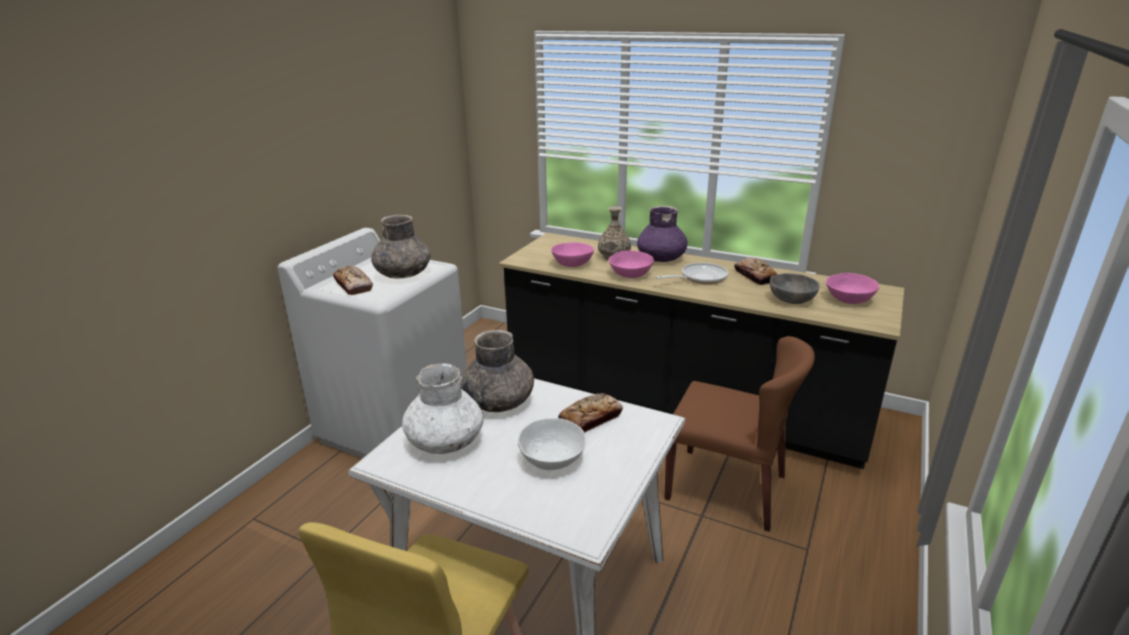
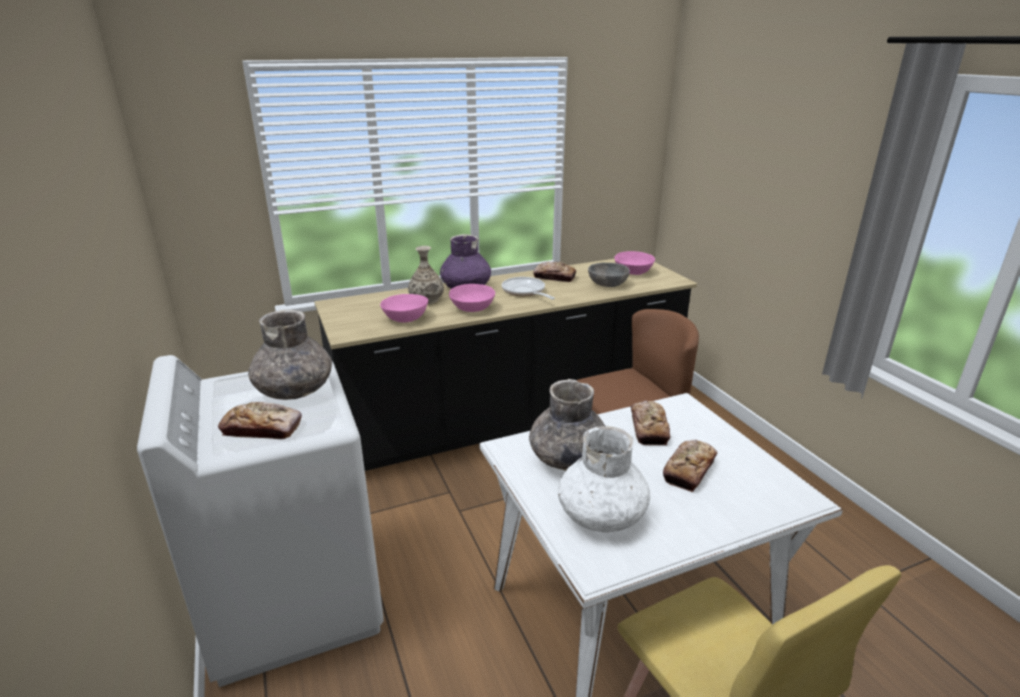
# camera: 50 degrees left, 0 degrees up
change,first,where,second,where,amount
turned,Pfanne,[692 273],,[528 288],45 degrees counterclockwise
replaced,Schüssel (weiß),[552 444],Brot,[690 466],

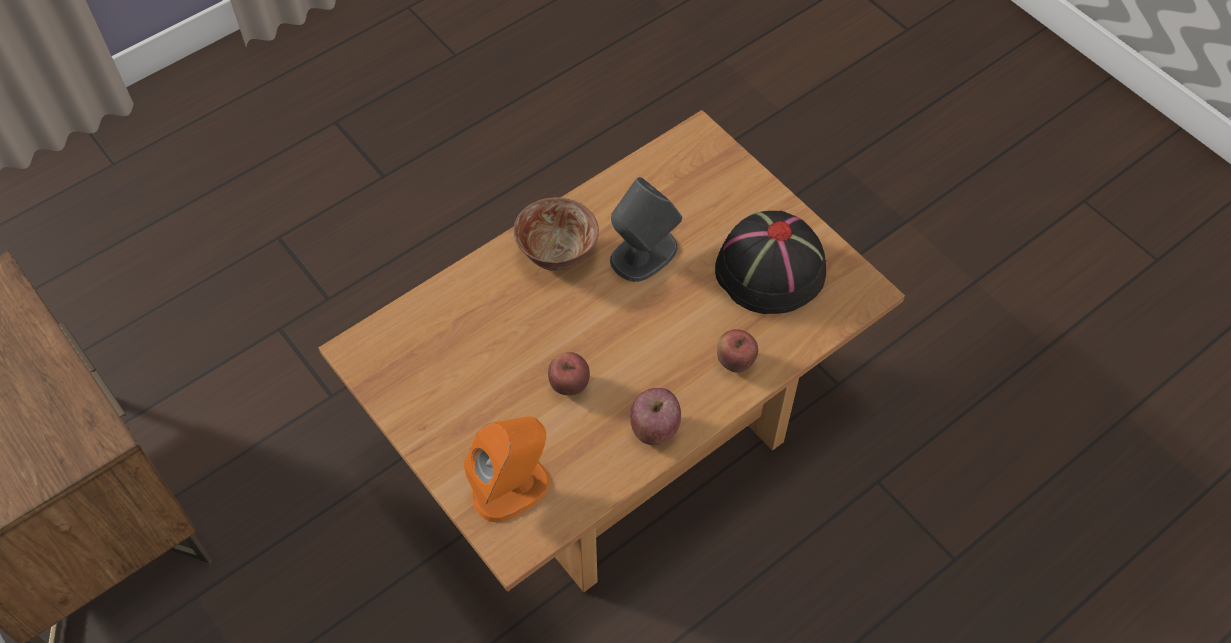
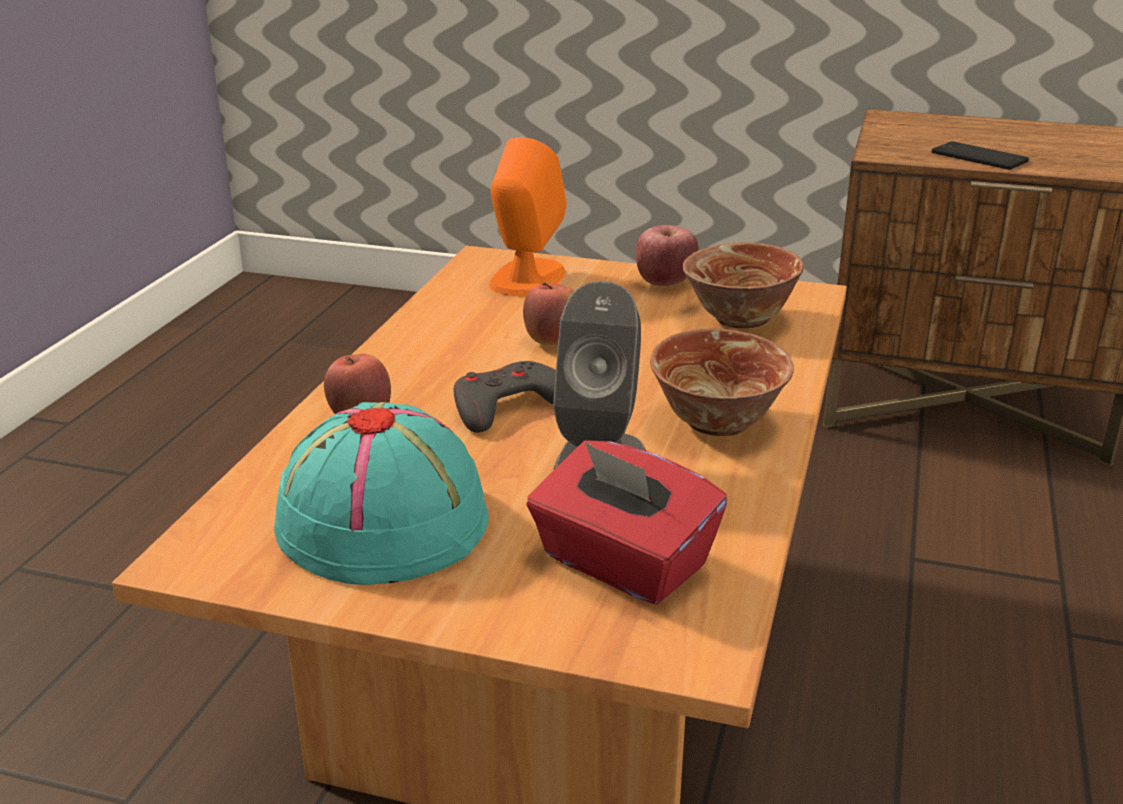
# camera: 145 degrees right, 30 degrees down
change,first,where,second,where,amount
recoloured,Hut (schwarz),[770 262],Hut (türkis),[381 493],
moved,Apfel,[655 417],,[667 255],
added,,,Handy,[980 155],
added,,,Schüssel,[743 285],
added,,,Gamepad (grau),[504 397],
added,,,Taschentuchbox (rot),[626 522],

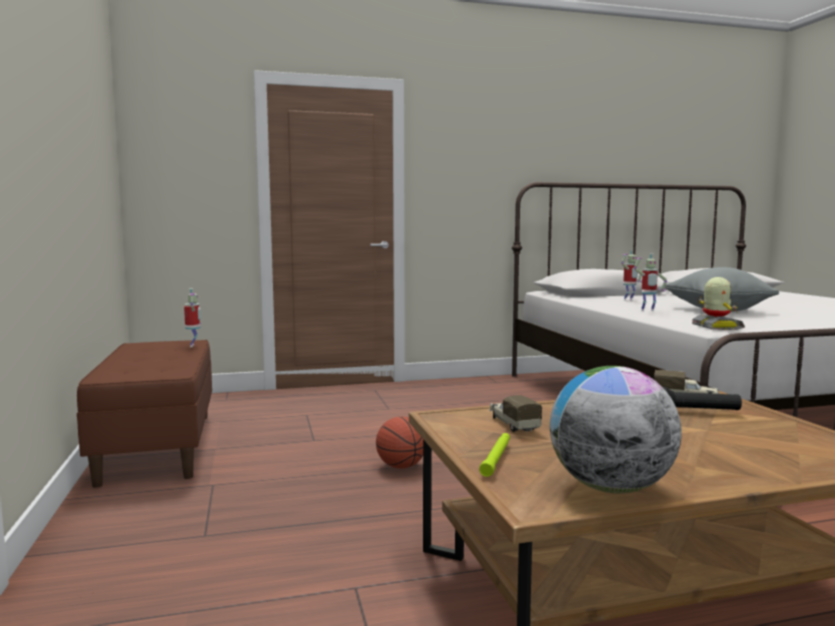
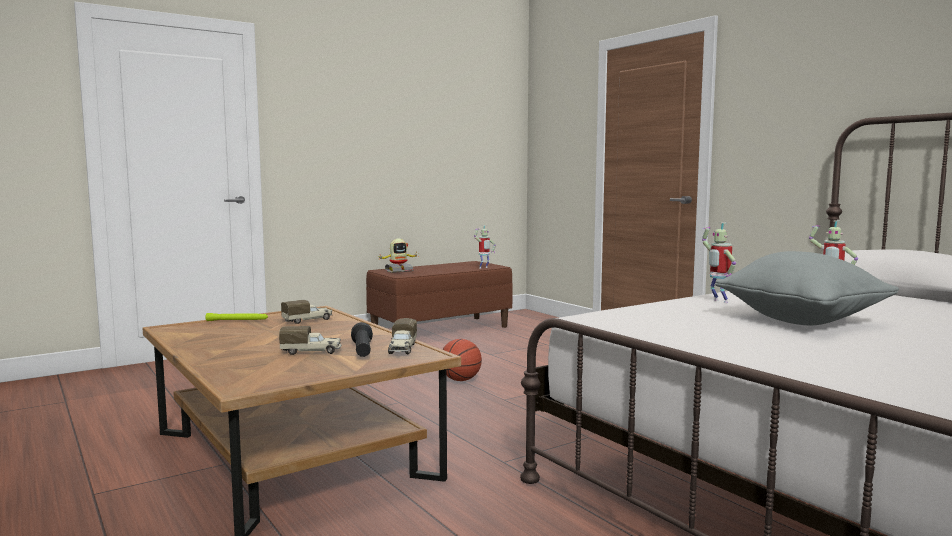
# camera: 70 degrees right, 0 degrees up
change,first,where,second,where,amount
moved,Spielzeugroboter,[718 303],,[398 256],
removed,Globus,[616 430],,,
added,,,Spielzeuglaster,[310 340],

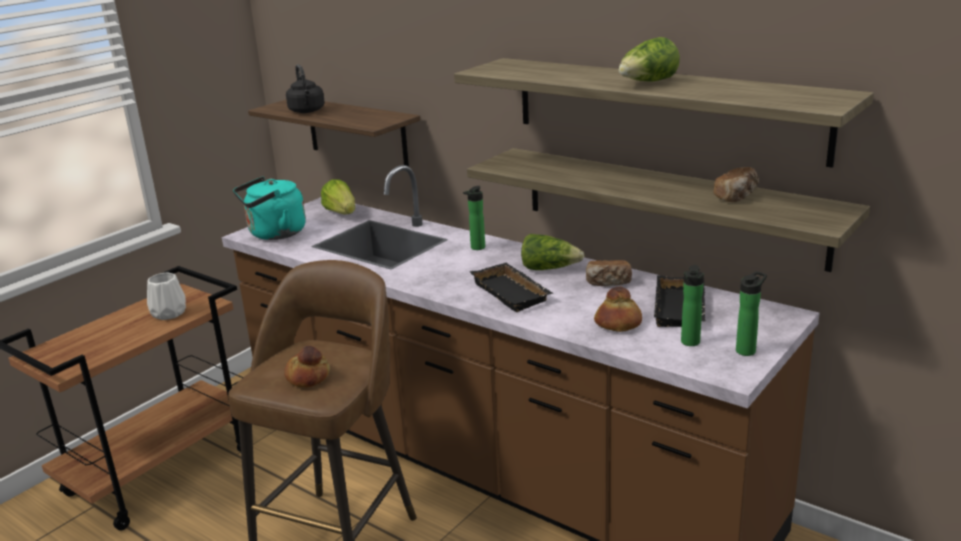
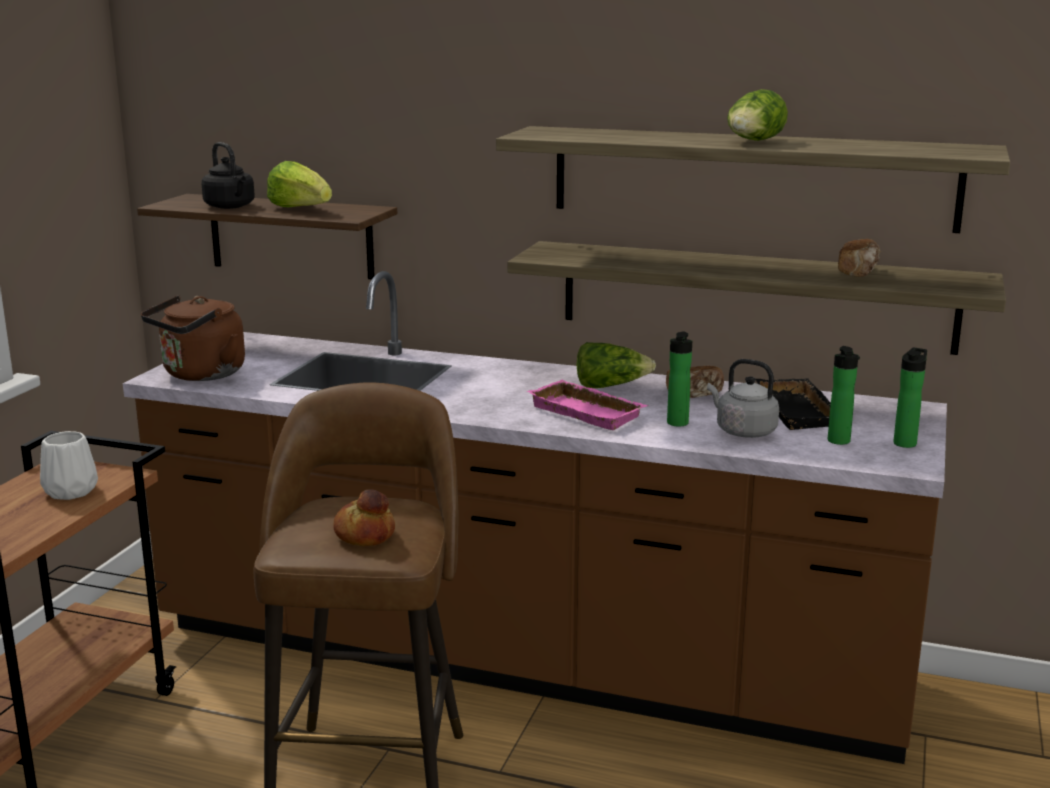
# camera: 20 degrees left, 5 degrees down
change,first,where,second,where,amount
recoloured,Wasserkessel (türkis),[269 208],Wasserkessel (braun),[193 338],
moved,Salatkopf,[338 196],,[299 184],
moved,Flasche,[474 218],,[679 379],
recoloured,Tablett (schwarz),[512 287],Tablett (rosa),[587 405],
replaced,Brot,[618 309],Wasserkessel (grau),[743 398],

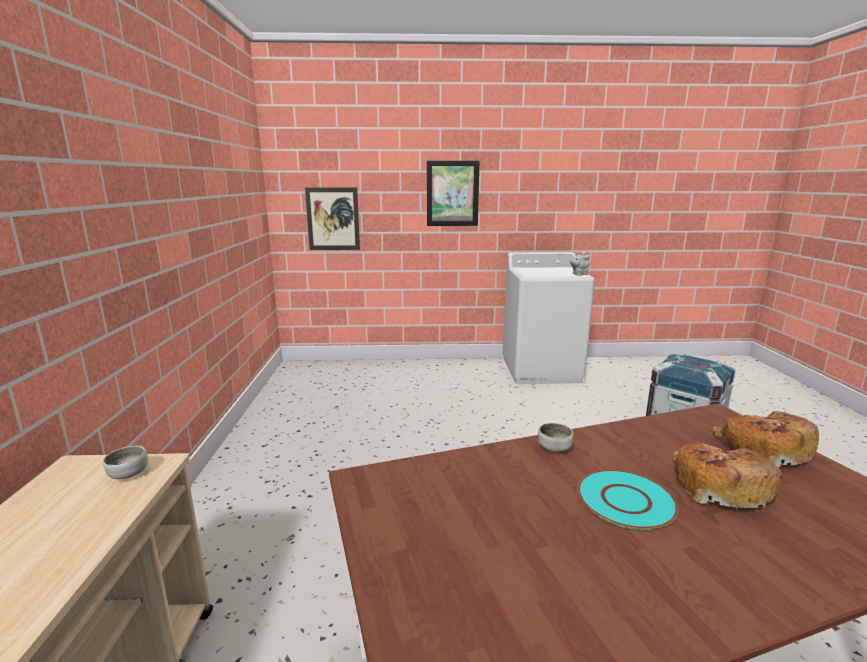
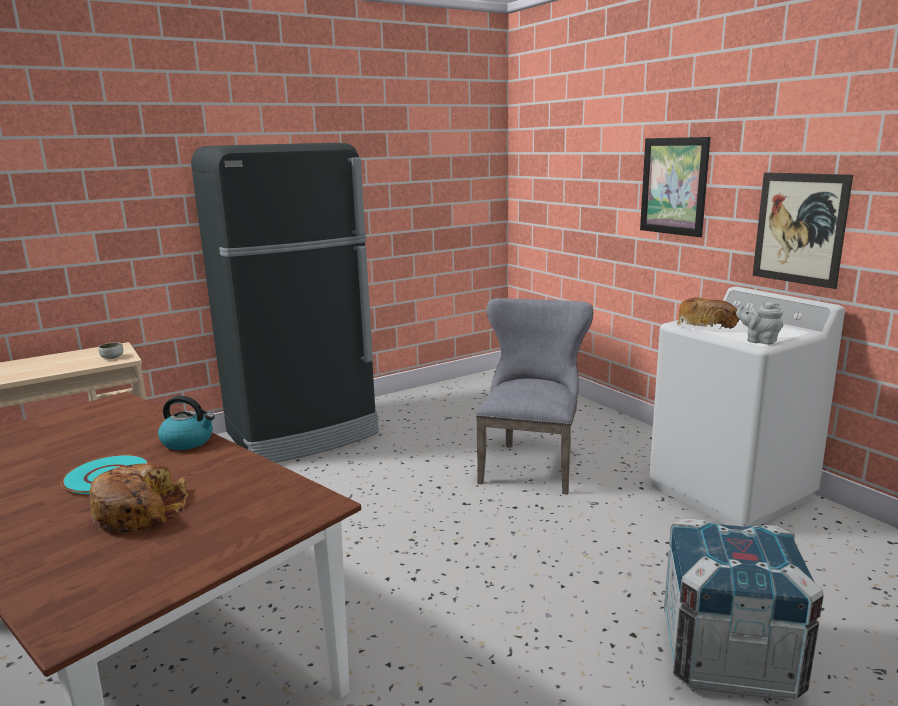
# camera: 60 degrees right, 0 degrees up
change,first,where,second,where,amount
moved,Bild,[332 218],,[803 230],
moved,Brot,[766 439],,[708 313],
replaced,Schüssel,[556 437],Wasserkessel,[186 423],
added,,,Kühlschrank (schwarz),[285 303],
added,,,Stuhl (grau),[534 396],

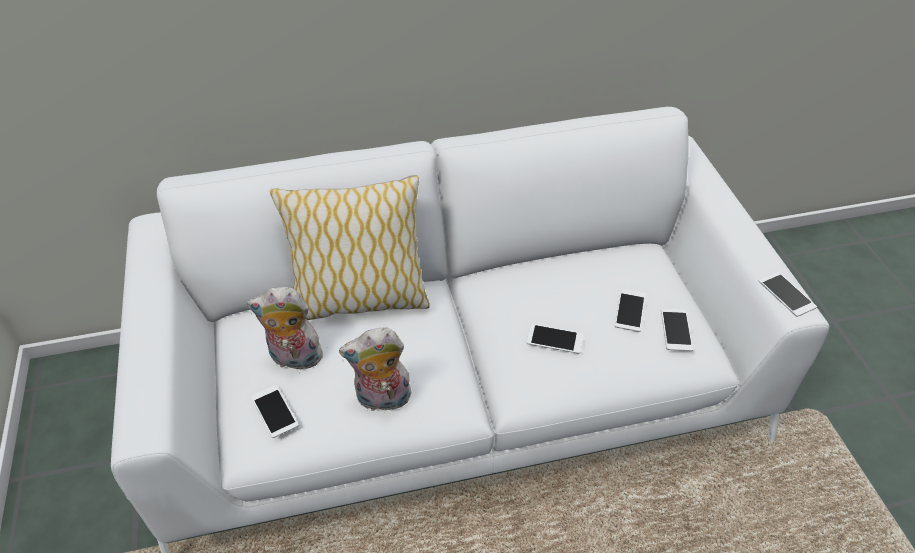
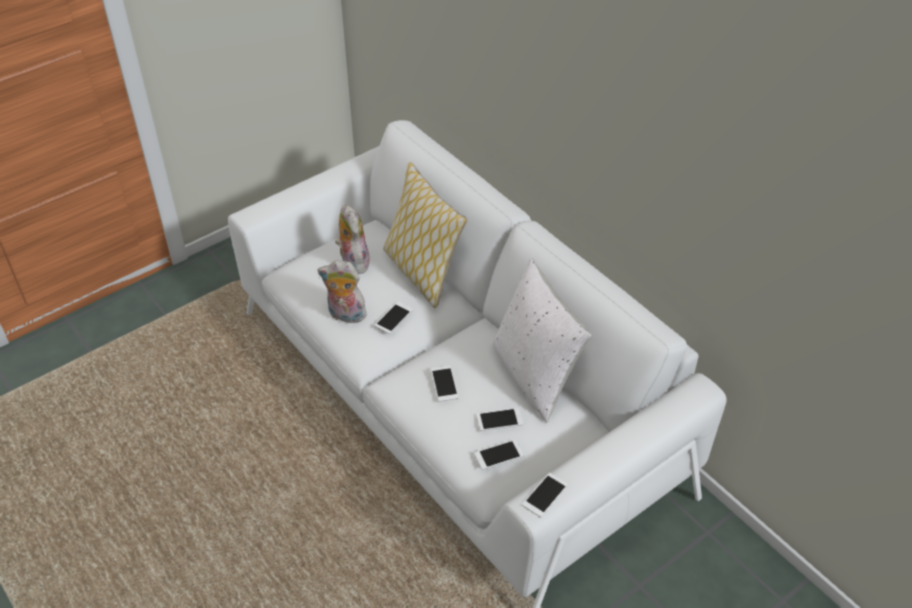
# camera: 65 degrees right, 0 degrees up
change,first,where,second,where,amount
turned,Plüschtier,[375 370],,[342 293],45 degrees counterclockwise
moved,Handy,[275 411],,[394 318],
added,,,Kissen (weiß),[542 340],

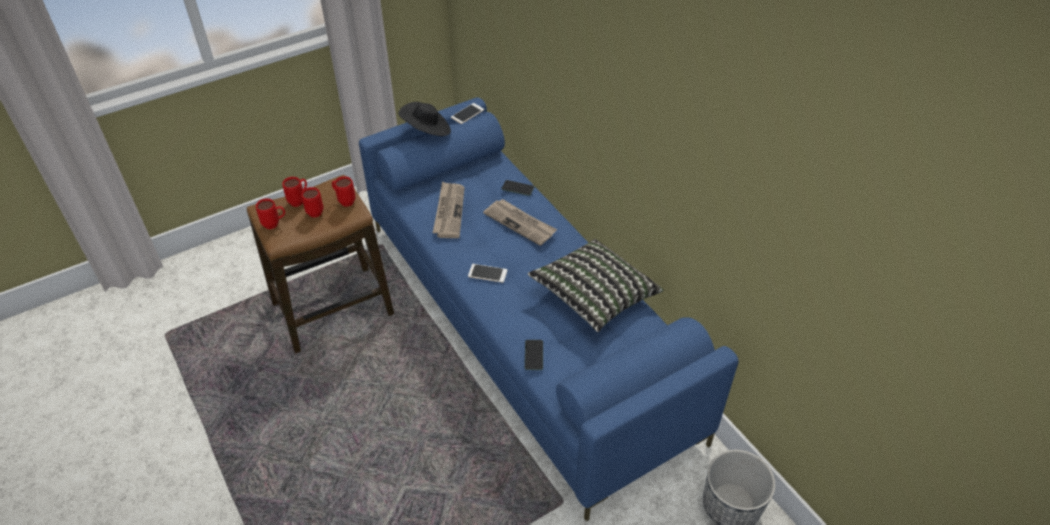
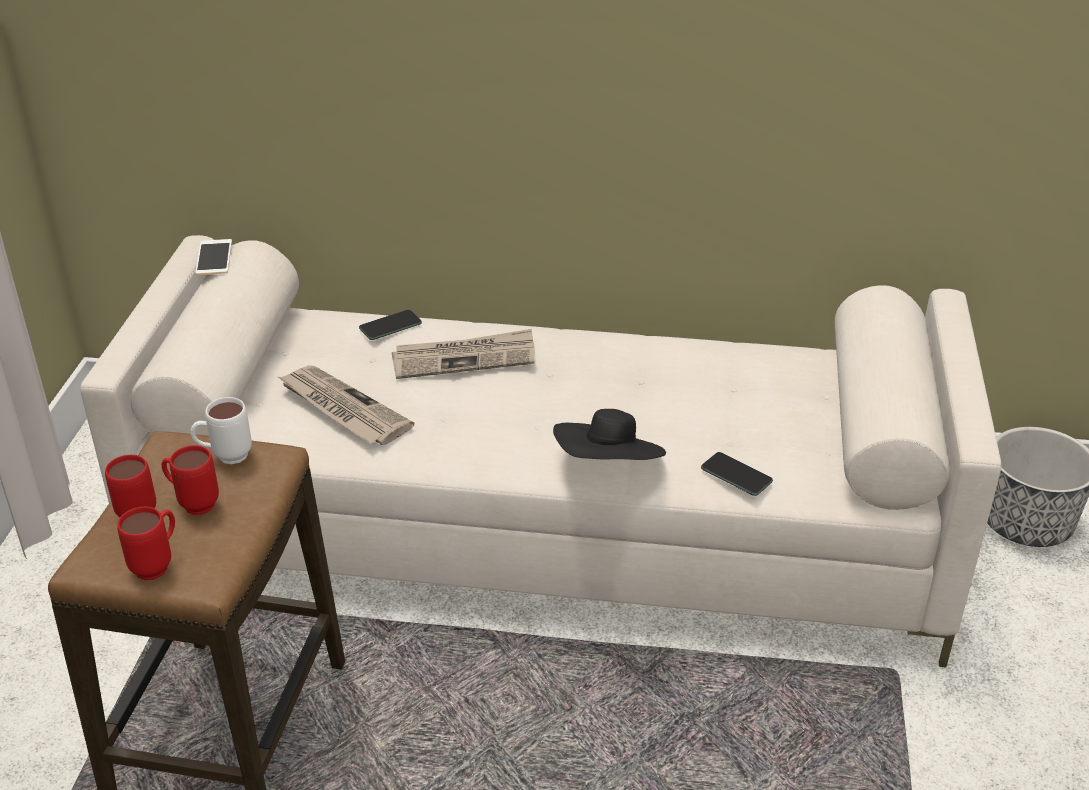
# camera: 50 degrees left, 10 degrees down
change,first,where,second,where,amount
recoloured,Sofa (blau),[549 309],Sofa (beige),[540 451],
moved,Hut (schwarz),[424 119],,[609 434],
recoloured,Henkelbecher (rot),[344 191],Henkelbecher (weiß),[221 430],
removed,Kissen,[595 285],,,
removed,Handy,[487 273],,,

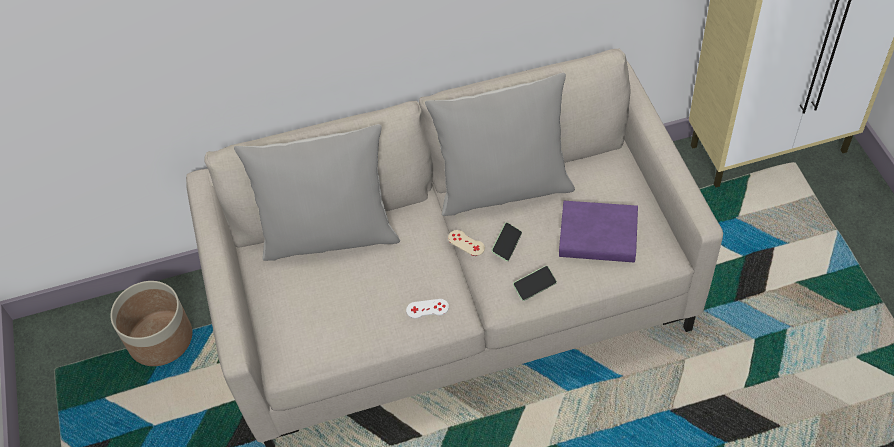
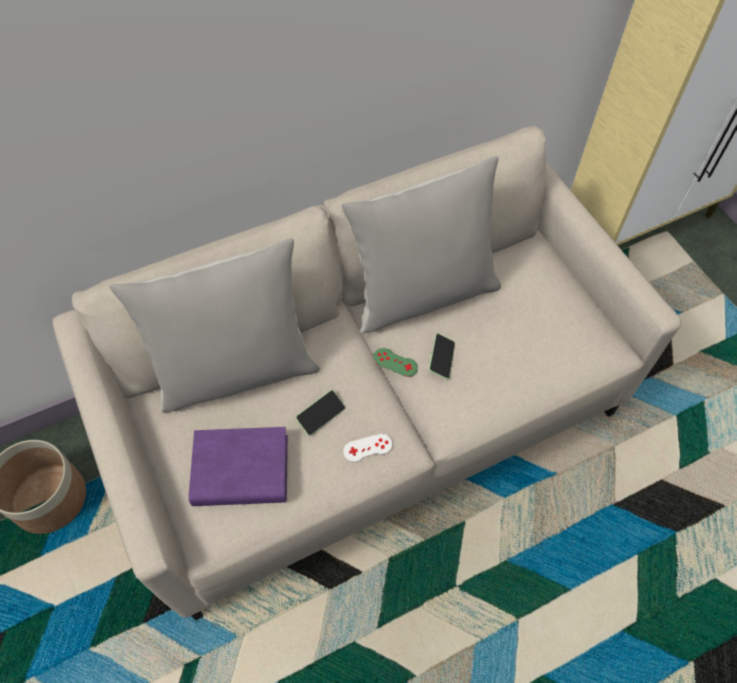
# camera: 15 degrees left, 5 degrees up
change,first,where,second,where,amount
moved,Buch (lila),[598 231],,[238 466],
recoloured,Gamepad (beige),[466 243],Gamepad (grün),[395 362],
moved,Handy,[535 283],,[320 413],

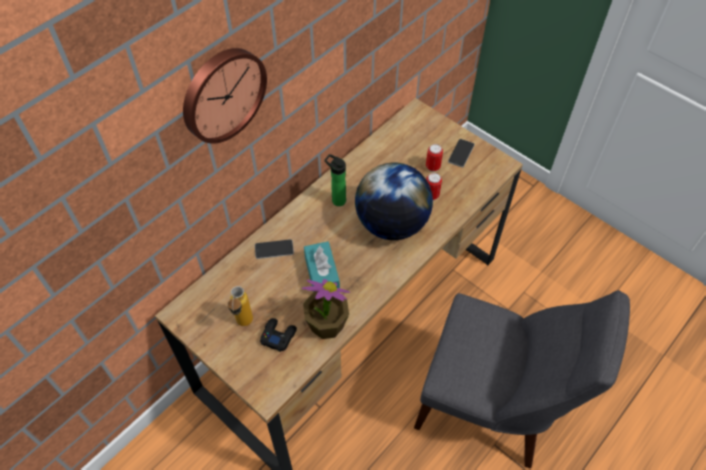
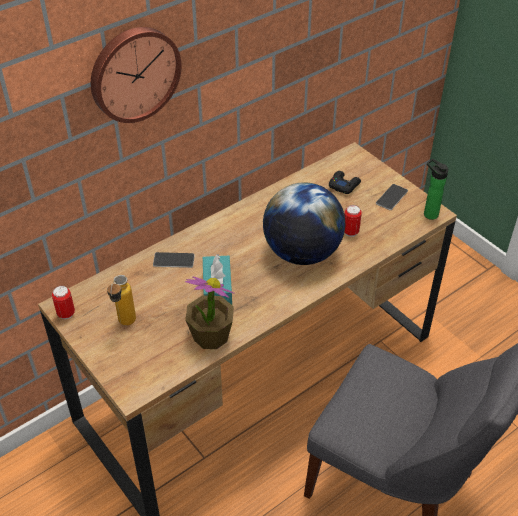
# camera: 10 degrees right, 10 degrees down
change,first,where,second,where,amount
moved,Dose,[434 158],,[63 302],
moved,Flasche,[335 180],,[436 189],
moved,Gamepad (schwarz),[278 335],,[345 182],

